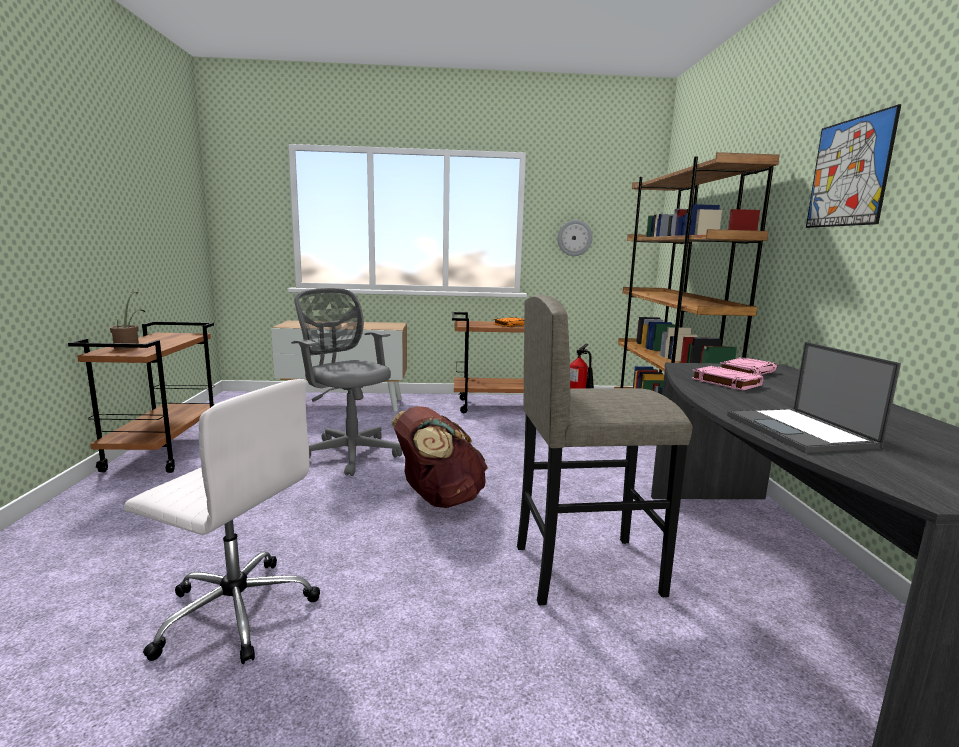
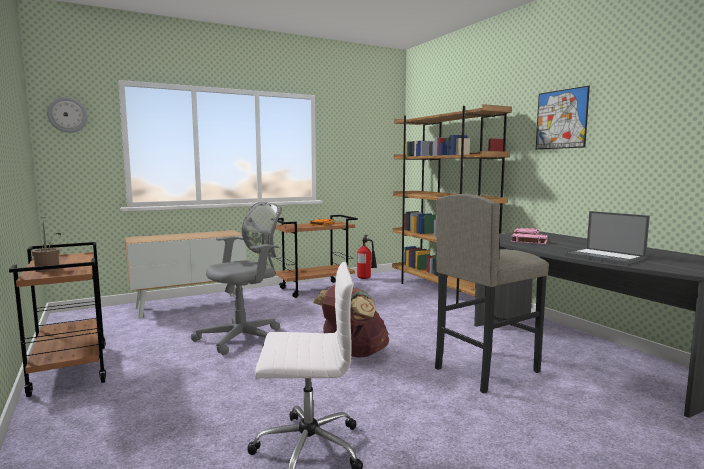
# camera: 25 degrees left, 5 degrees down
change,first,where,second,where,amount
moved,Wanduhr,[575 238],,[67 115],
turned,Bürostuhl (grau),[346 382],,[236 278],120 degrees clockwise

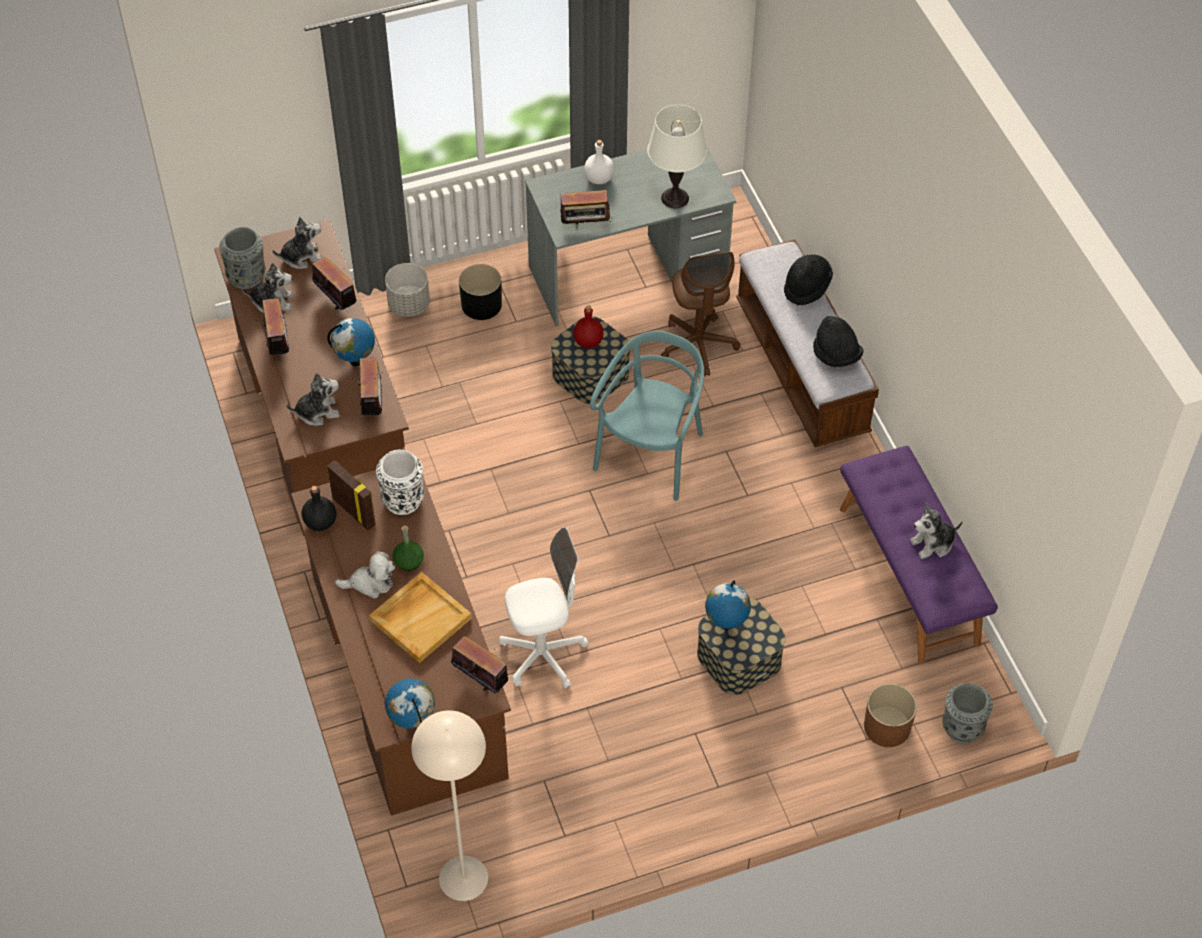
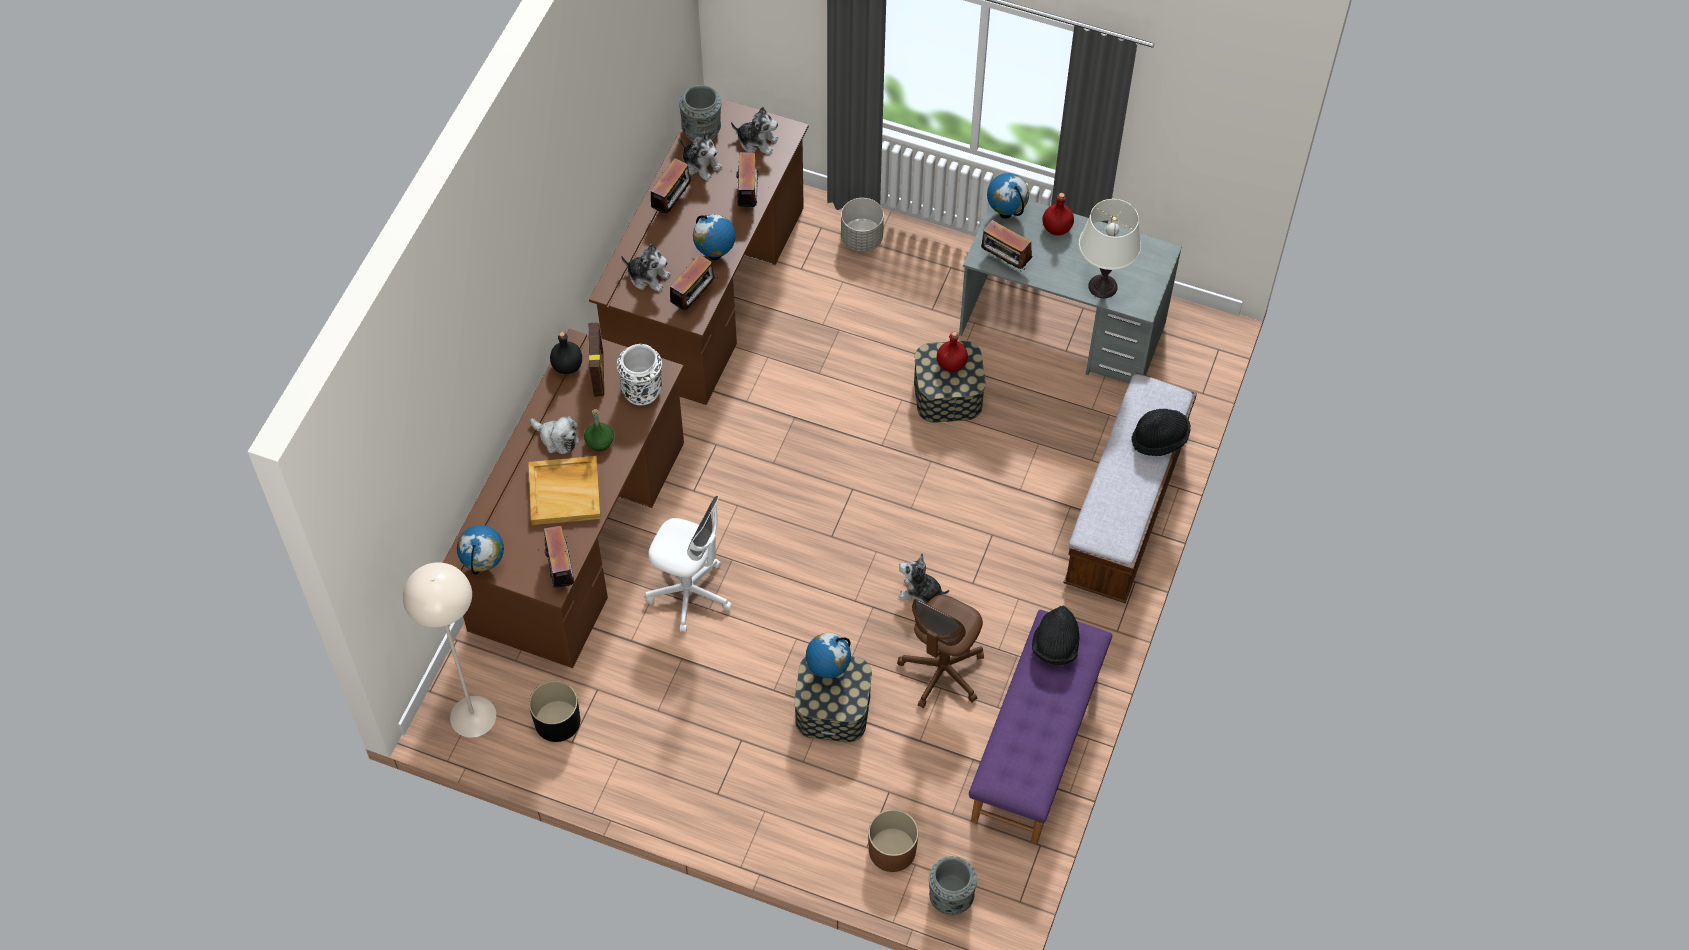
# camera: 40 degrees right, 5 degrees up
change,first,where,second,where,amount
recoloured,Flasche (weiß),[599 162],Flasche (rot),[1058 214],
moved,Bürostuhl (braun),[700 314],,[940 651],
moved,Pflanzkübel (schwarz),[480 292],,[554 711],
moved,Hut (schwarz),[838 341],,[1056 635],
removed,Stuhl (türkis),[647 416],,,
moved,Plüschtier,[936 531],,[924 578],
added,,,Globus,[1008 196],

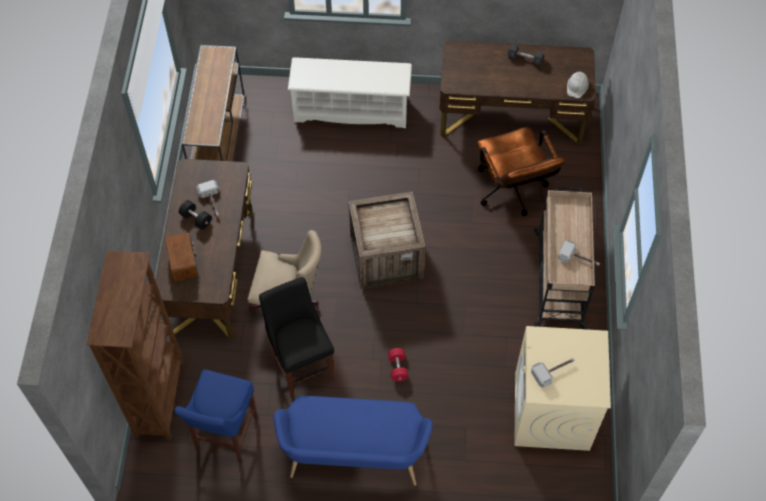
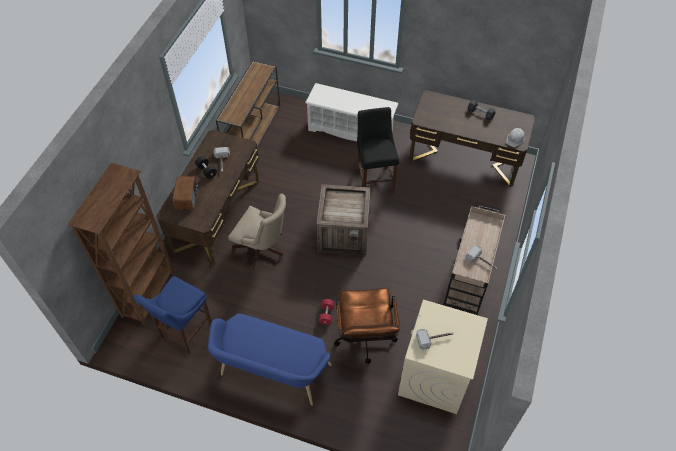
# camera: 15 degrees right, 5 degrees down
change,first,where,second,where,amount
moved,Bürostuhl (braun),[521 171],,[367 326],
moved,Hocker (schwarz),[296 338],,[378 150],

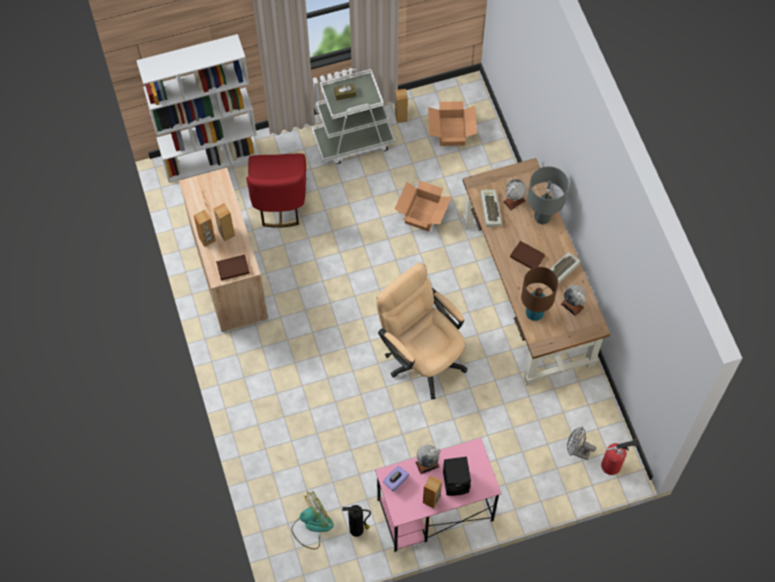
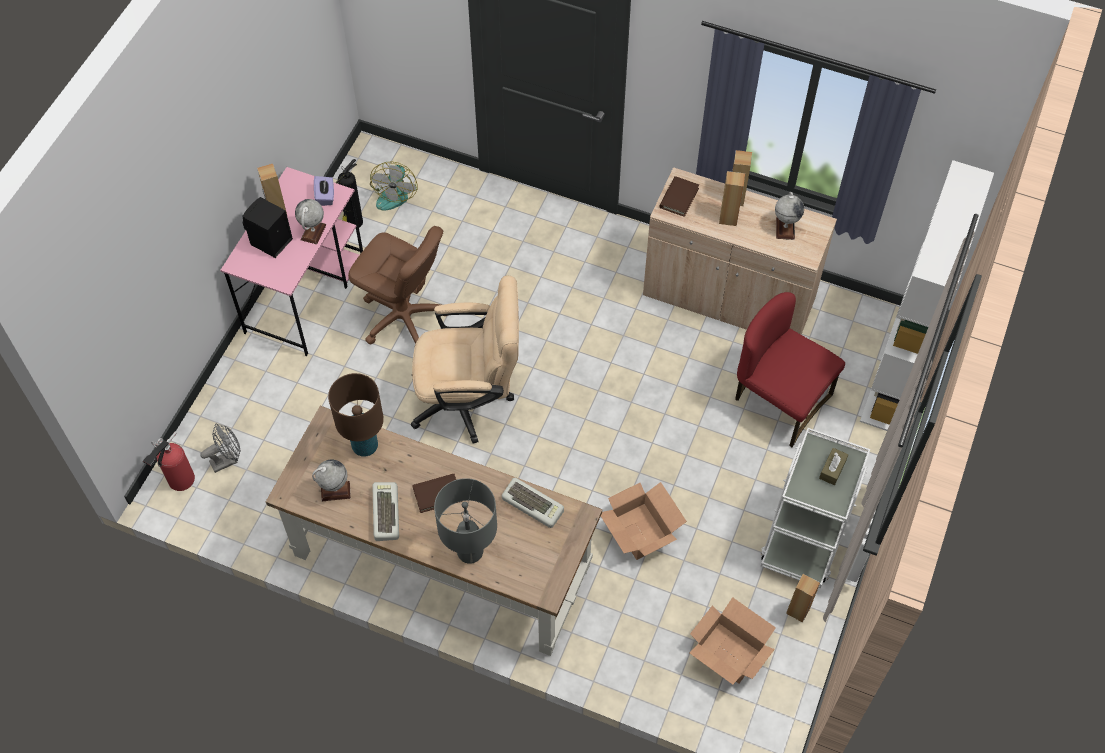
# camera: 130 degrees right, 5 degrees down
change,first,where,second,where,amount
moved,Globus,[515 194],,[789 216],
added,,,Bürostuhl (braun),[398 285],

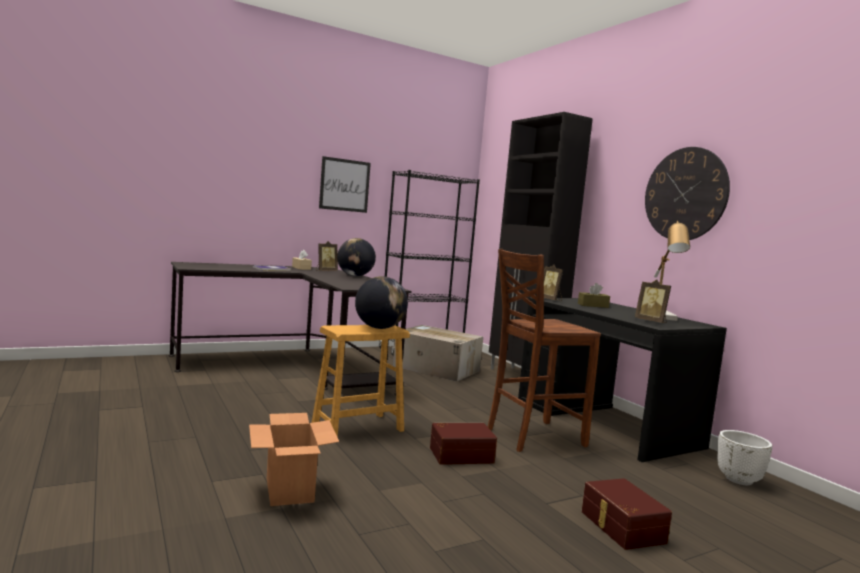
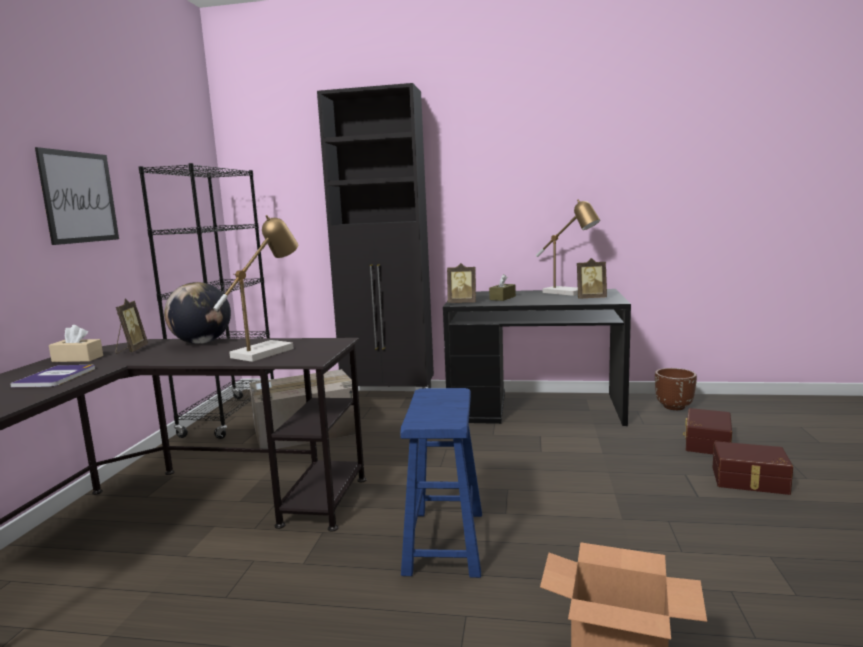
# camera: 50 degrees left, 5 degrees up
change,first,where,second,where,amount
removed,Wanduhr,[687 193],,,
removed,Stuhl (braun),[544 350],,,
removed,Globus,[381 302],,,
recoloured,Hocker (braun),[360 381],Hocker (blau),[441 483],
moved,Aufbewahrungsbox (braun),[463 444],,[707 431],
recoloured,Pflanzkübel (weiß),[744 457],Pflanzkübel (braun),[676 389],
added,,,Tischlampe,[255 288],

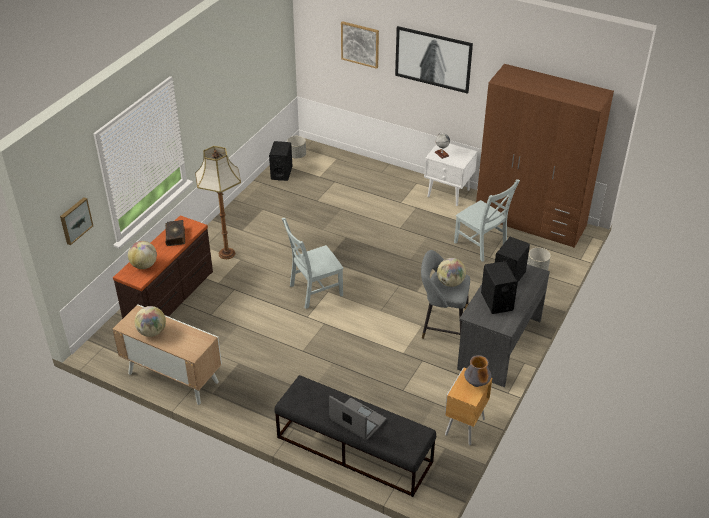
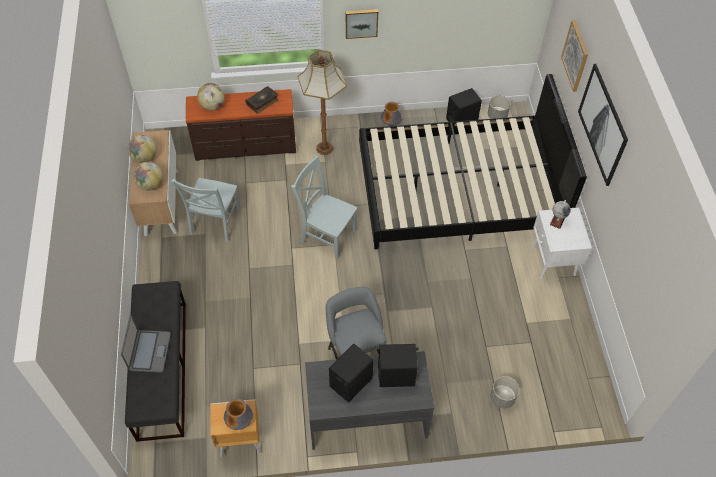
# camera: 55 degrees right, 15 degrees up
change,first,where,second,where,amount
removed,Kleiderschrank (braun),[545 156],,,
moved,Stuhl (grau),[487 220],,[206 210],
moved,Bild,[76 221],,[362 24],
moved,Globus,[451 272],,[148 176],
added,,,Bett (schwarz),[473 161],
added,,,Vase,[391 114],

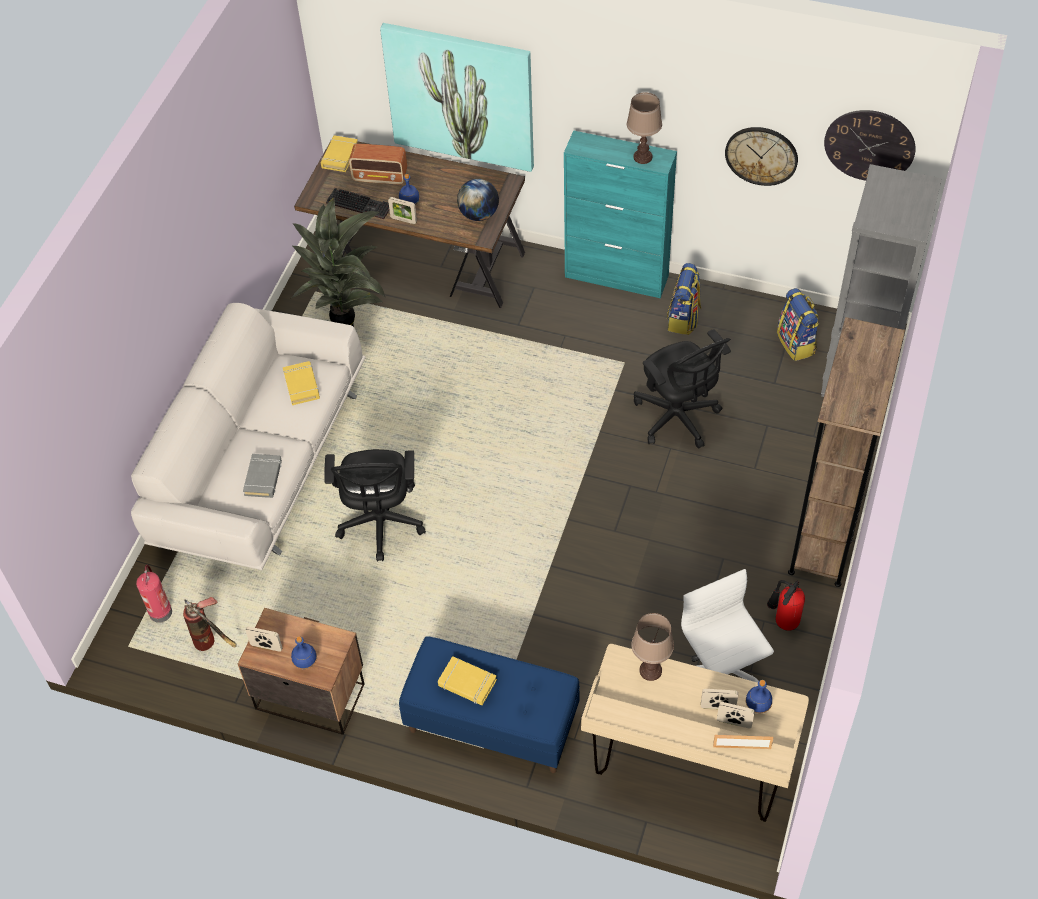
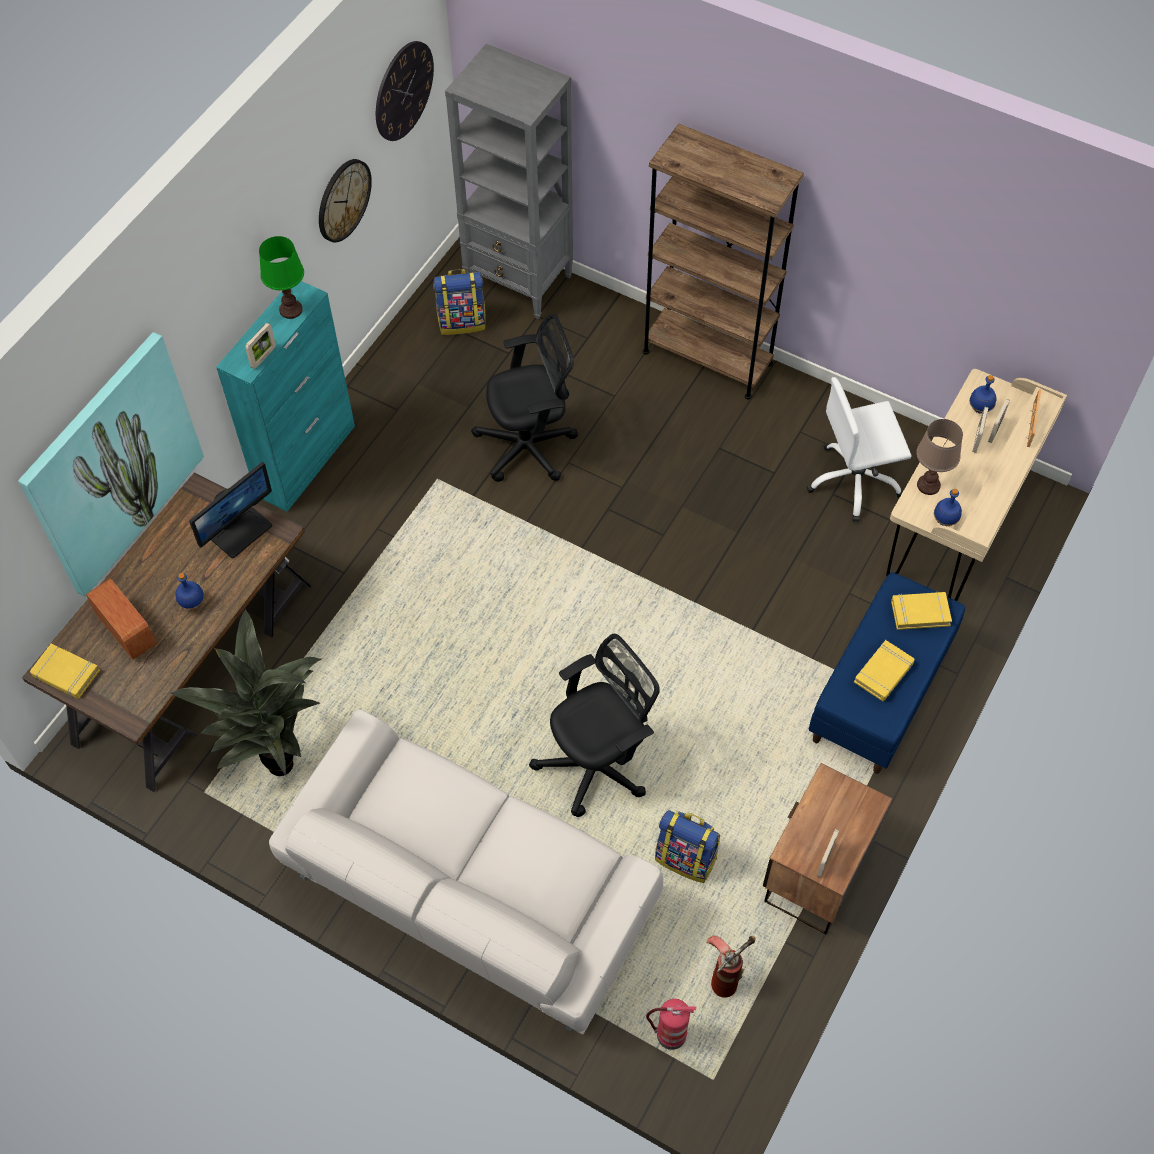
# camera: 80 degrees left, 5 degrees up
change,first,where,second,where,amount
recoloured,Tischlampe (braun),[644 128],Tischlampe (grün),[281 277],
turned,Radio,[378 164],,[121 619],60 degrees counterclockwise
replaced,Globus,[478 200],Monitor,[230 510],
removed,Tastatur,[357 203],,,
moved,Bilderrahmen,[402 210],,[260 346],
moved,Rucksack,[684 299],,[687 847],
moved,Buch (gelb),[301 383],,[921 611],
turned,Bürostuhl (schwarz),[375 505],,[594 725],45 degrees counterclockwise
removed,Buch (grau),[262 476],,,
removed,Feuerlöscher,[786 605],,,
moved,Flasche (blau),[304 652],,[948 507],

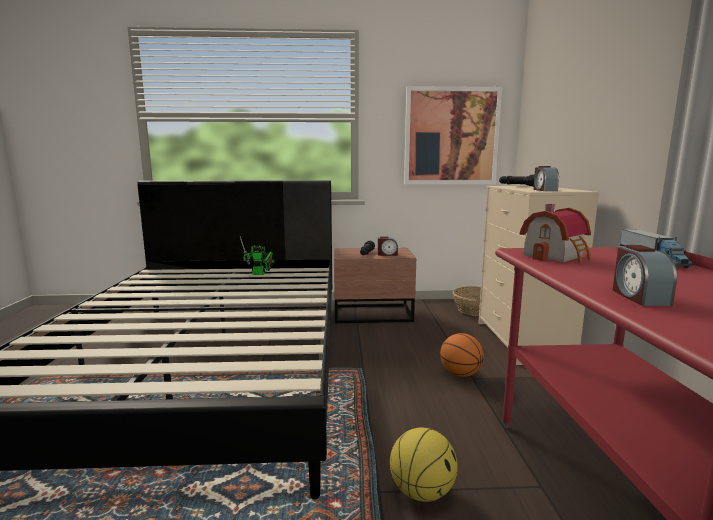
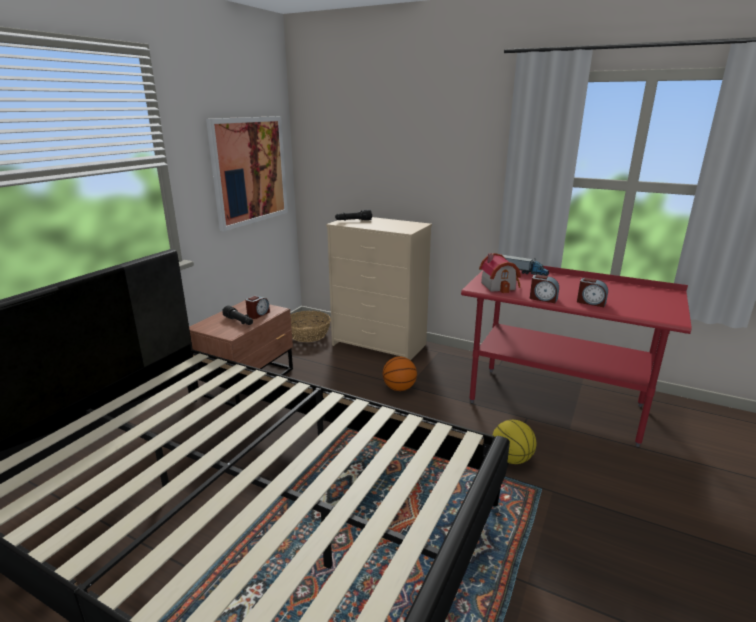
# camera: 60 degrees left, 10 degrees up
change,first,where,second,where,amount
moved,Wecker,[546 178],,[544 289],
removed,Spielzeugroboter,[257 256],,,

